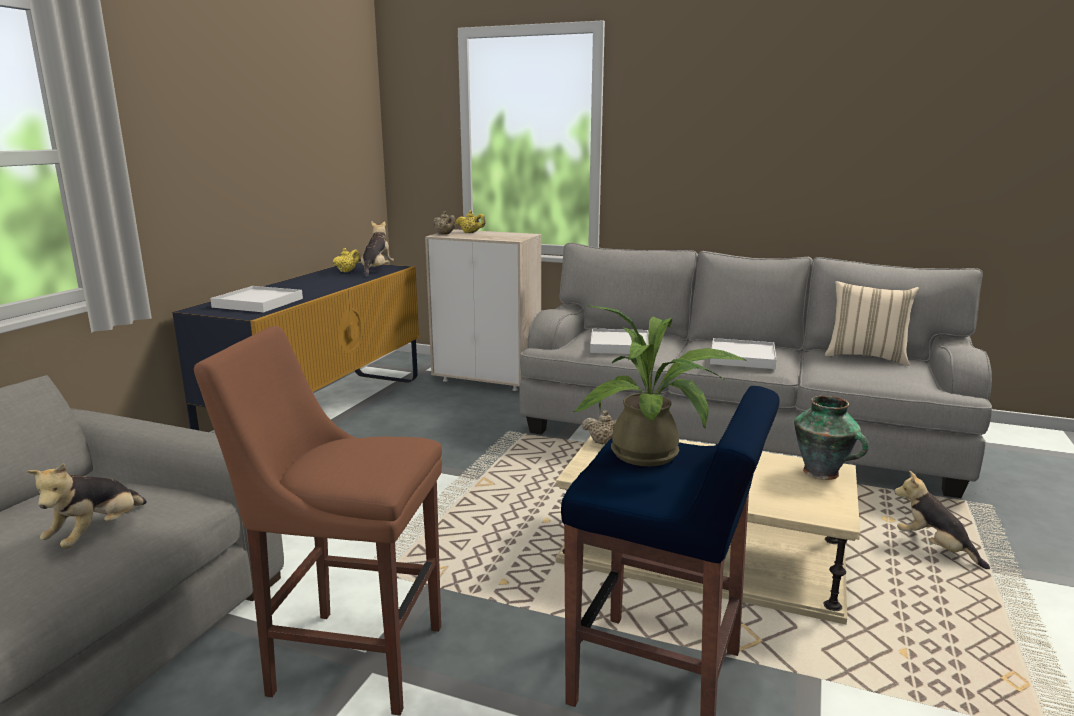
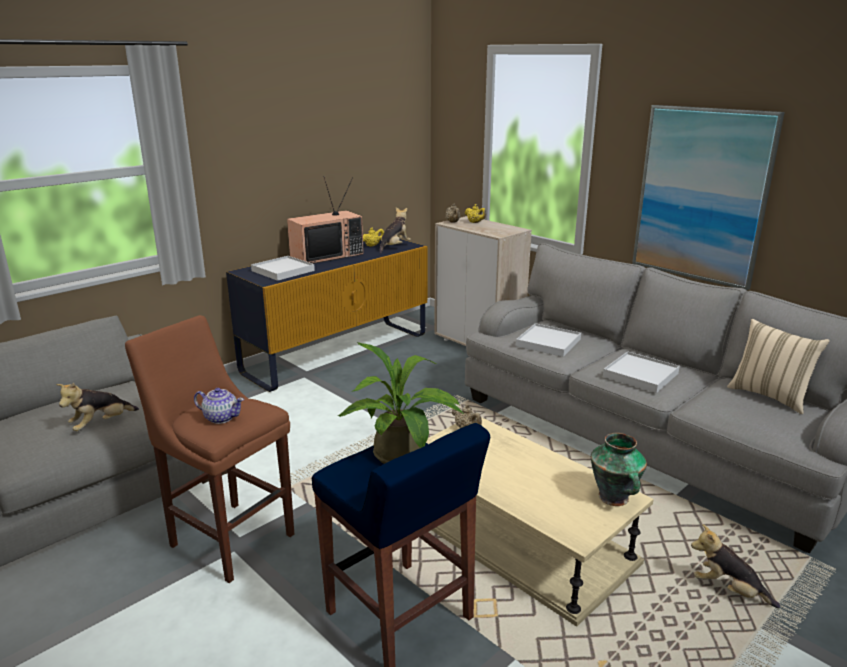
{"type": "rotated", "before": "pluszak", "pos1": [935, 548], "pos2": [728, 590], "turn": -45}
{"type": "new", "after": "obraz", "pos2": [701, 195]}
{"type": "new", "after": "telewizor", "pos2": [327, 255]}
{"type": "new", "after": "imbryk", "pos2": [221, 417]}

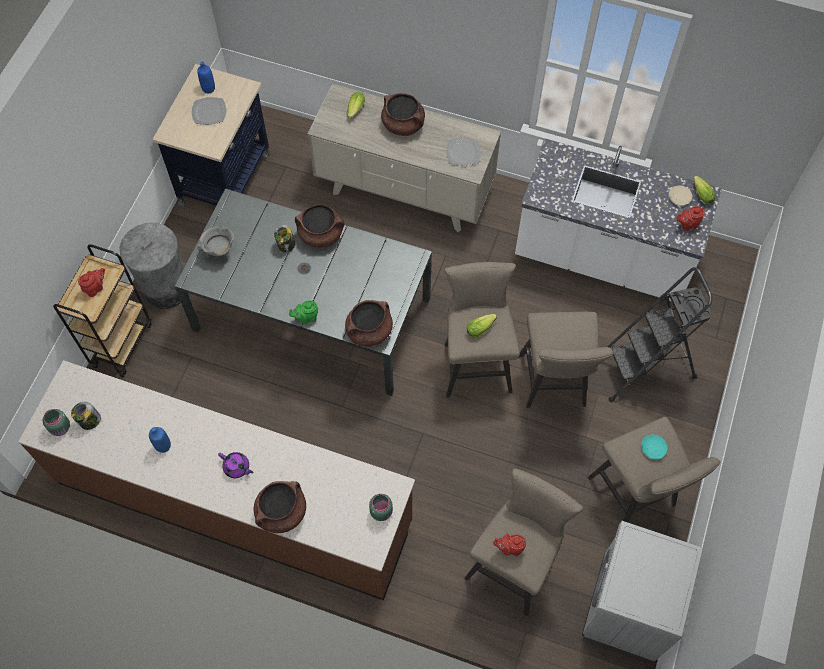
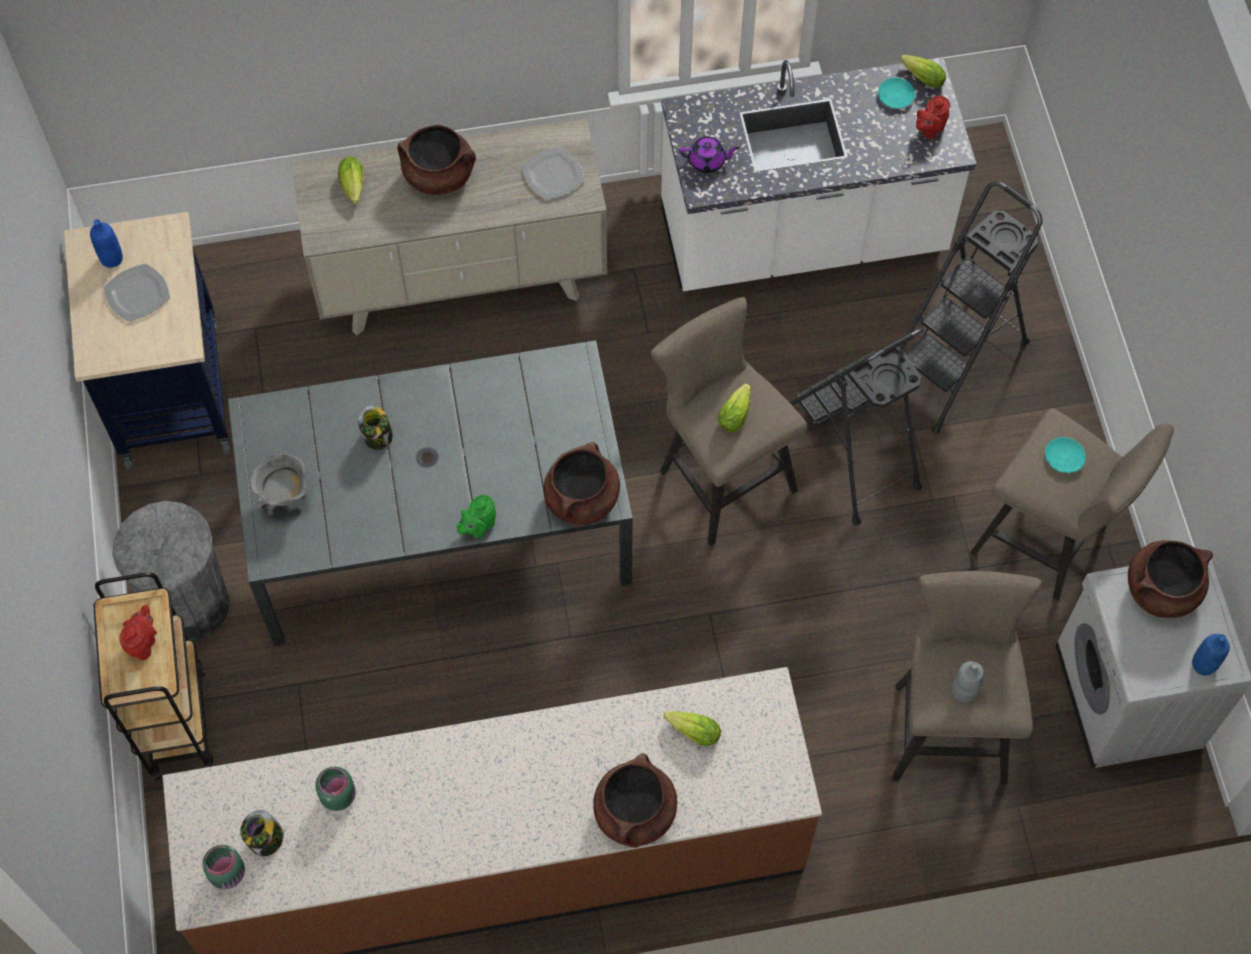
{"type": "repainted", "before": "talerz/beżowy", "after": "talerz/turkusowy", "pos1": [679, 197], "pos2": [895, 97]}
{"type": "shifted", "before": "garnek/brązowy", "pos1": [321, 234], "pos2": [1161, 589]}
{"type": "swapped", "before": "stołek/beżowy", "after": "drabinka", "pos1": [554, 385], "pos2": [847, 451]}
{"type": "shifted", "before": "butelka/niebieski", "pos1": [163, 446], "pos2": [1203, 664]}
{"type": "shifted", "before": "imbryk/fioletowy", "pos1": [237, 467], "pos2": [707, 161]}
{"type": "shifted", "before": "słoik/zielony", "pos1": [382, 511], "pos2": [339, 795]}
{"type": "swapped", "before": "imbryk/czerwony", "after": "butelka/szary", "pos1": [509, 548], "pos2": [963, 691]}
{"type": "new", "after": "sałata", "pos2": [691, 730]}

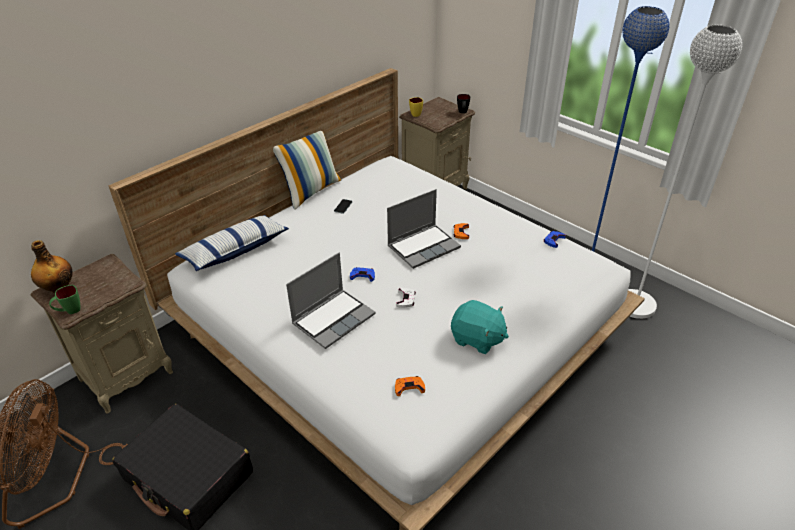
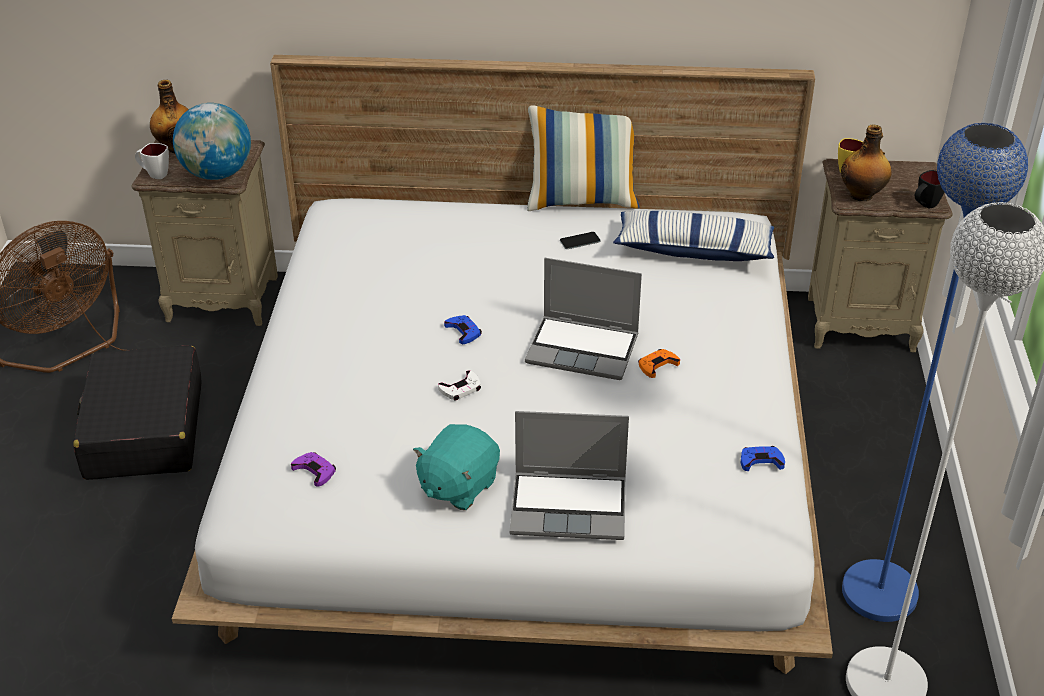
{"type": "shifted", "before": "poduszka", "pos1": [234, 251], "pos2": [693, 250]}
{"type": "shifted", "before": "laptop", "pos1": [333, 318], "pos2": [570, 506]}
{"type": "repainted", "before": "kubek/zielony", "after": "kubek/biały", "pos1": [69, 311], "pos2": [154, 174]}
{"type": "rotated", "before": "pluszak/turkusowy", "pos1": [477, 339], "pos2": [457, 485], "turn": 45}
{"type": "repainted", "before": "pad do gier/pomarańczowy", "after": "pad do gier/fioletowy", "pos1": [409, 387], "pos2": [315, 471]}
{"type": "new", "after": "globus", "pos2": [217, 174]}
{"type": "new", "after": "butelka", "pos2": [862, 195]}

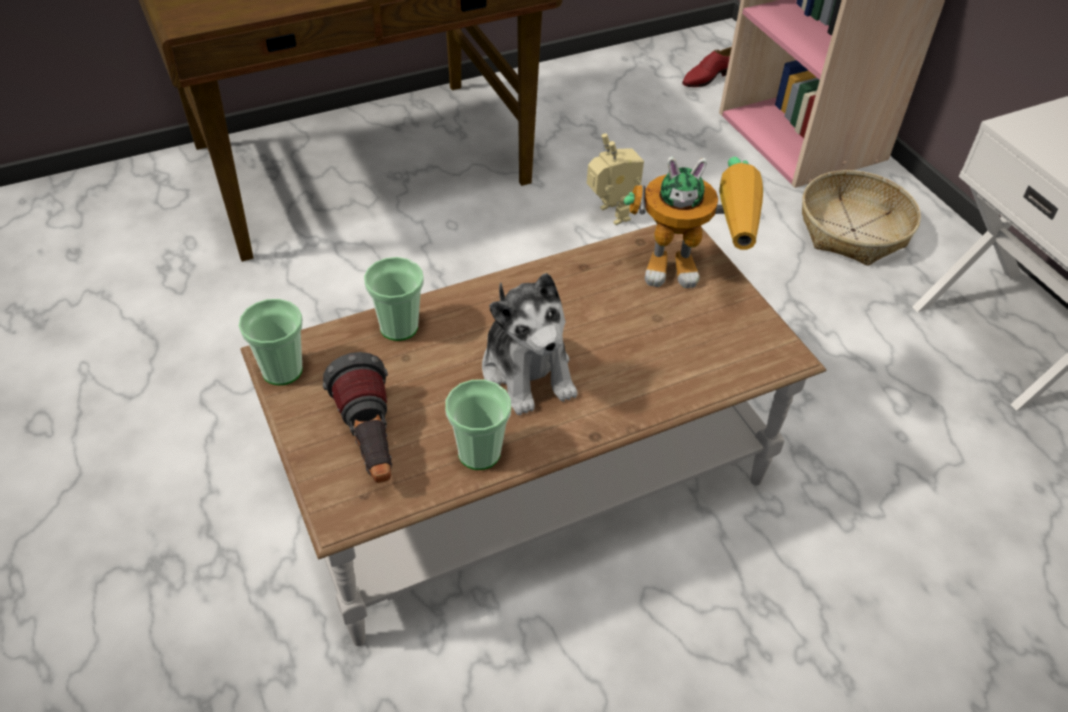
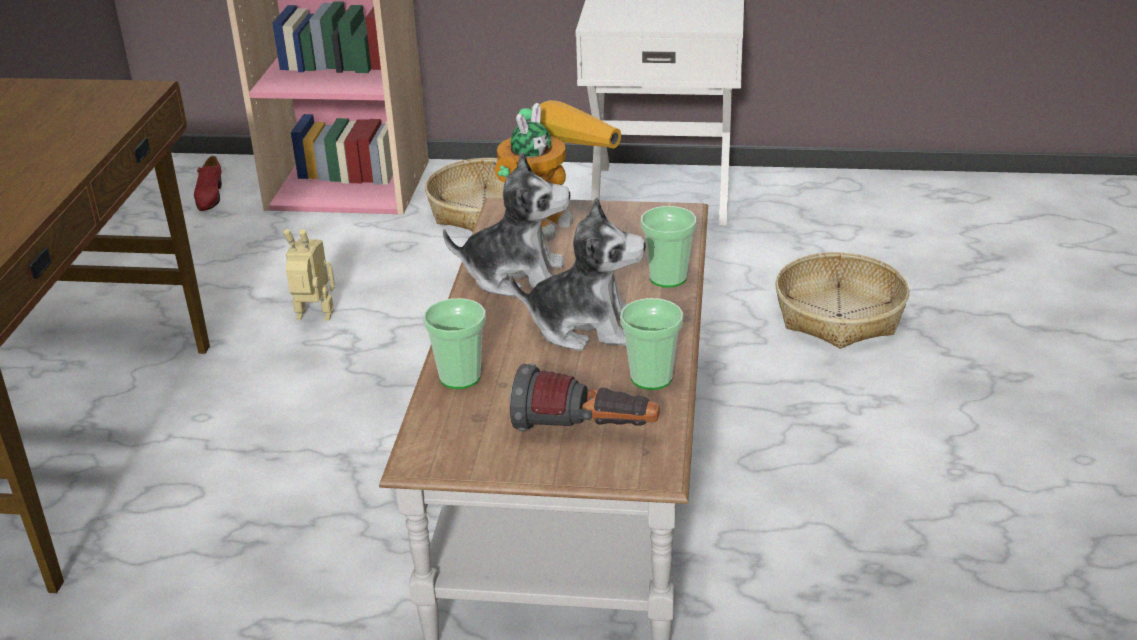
{"type": "shifted", "before": "filiżanka", "pos1": [282, 370], "pos2": [668, 278]}
{"type": "new", "after": "pluszak", "pos2": [515, 275]}
{"type": "new", "after": "koszyk", "pos2": [839, 315]}

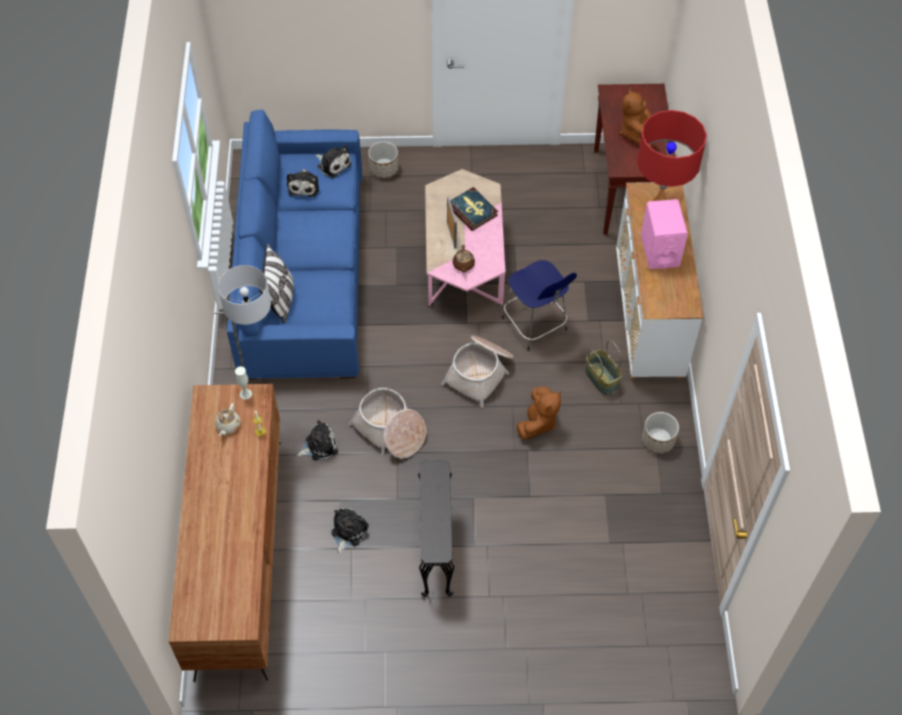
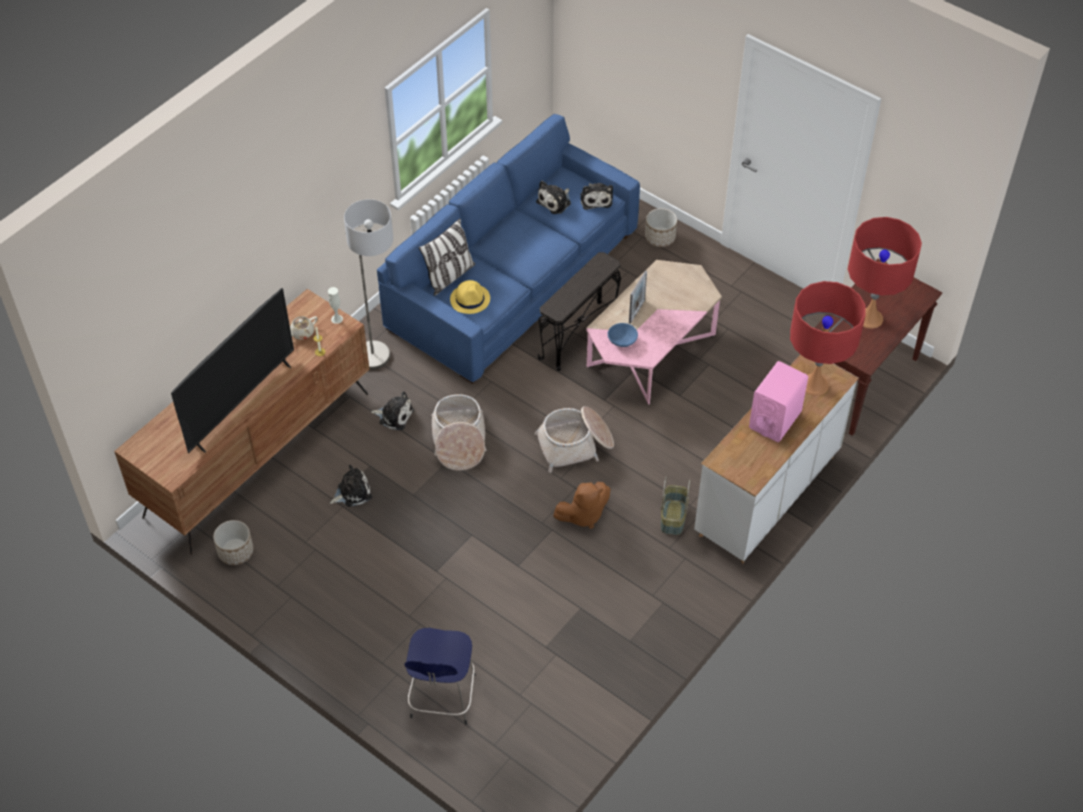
{"type": "swapped", "before": "pluszak/brązowy", "after": "lampa stołowa/czerwony", "pos1": [636, 133], "pos2": [869, 318]}
{"type": "gone", "before": "książka", "pos1": [472, 210]}
{"type": "swapped", "before": "imbryk/brązowy", "after": "miska/niebieski", "pos1": [463, 265], "pos2": [622, 340]}
{"type": "shifted", "before": "stołek/niebieski", "pos1": [535, 326], "pos2": [442, 698]}
{"type": "shifted", "before": "donica", "pos1": [657, 440], "pos2": [235, 551]}
{"type": "shifted", "before": "stolik/czarny", "pos1": [436, 547], "pos2": [578, 336]}
{"type": "new", "after": "kapelusz/żółty", "pos2": [470, 299]}
{"type": "new", "after": "telewizor", "pos2": [241, 404]}

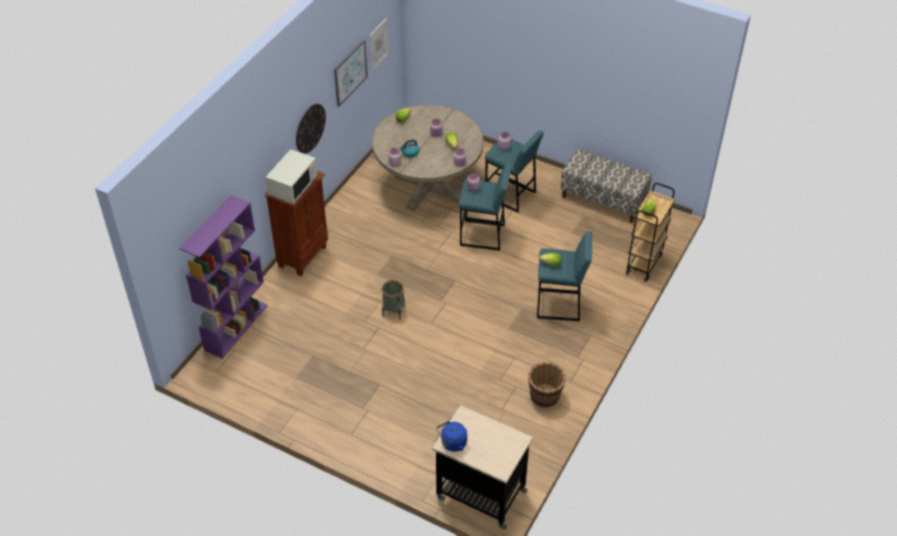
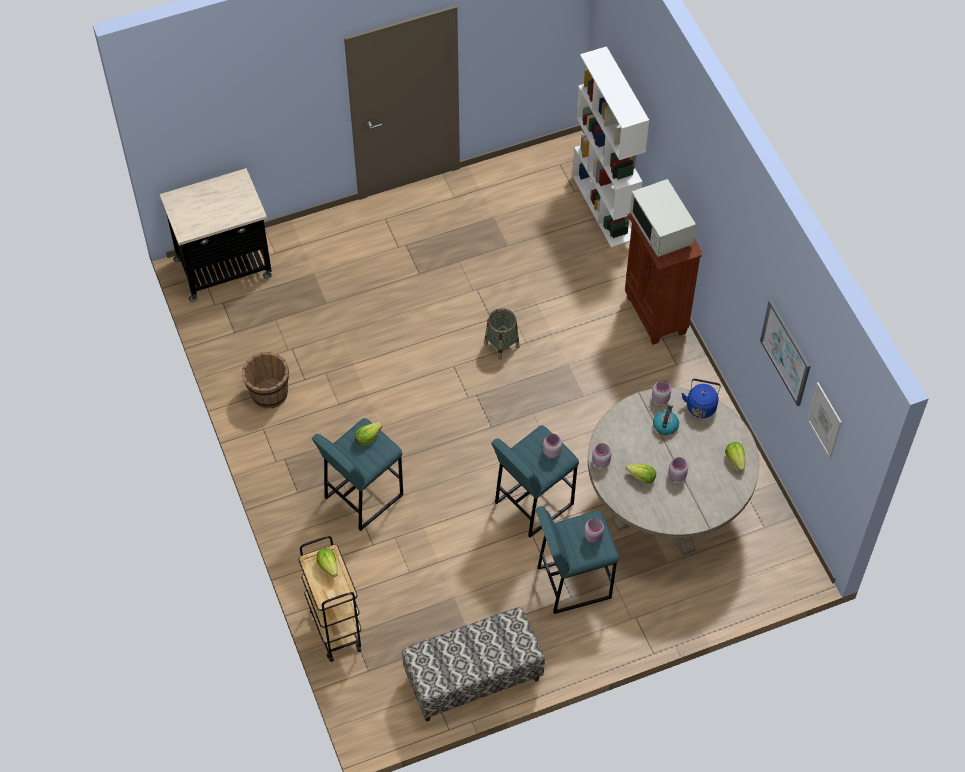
{"type": "gone", "before": "zegar ścienny", "pos1": [310, 128]}
{"type": "repainted", "before": "regał/fioletowy", "after": "regał/biały", "pos1": [236, 327], "pos2": [604, 207]}
{"type": "shifted", "before": "czajnik/niebieski", "pos1": [452, 444], "pos2": [701, 405]}

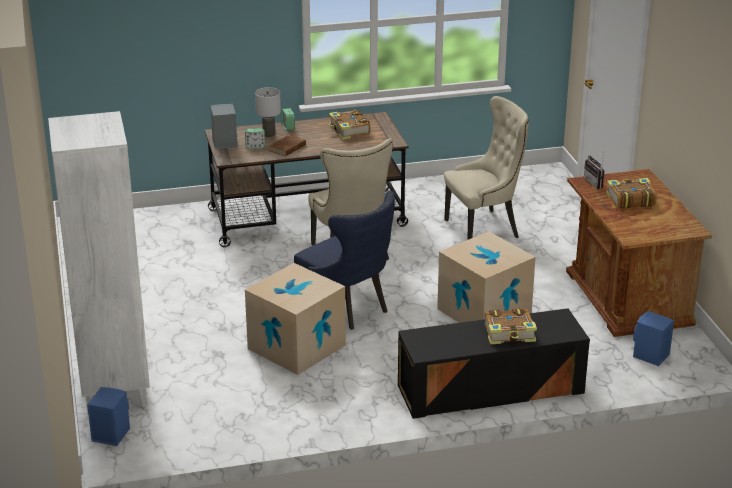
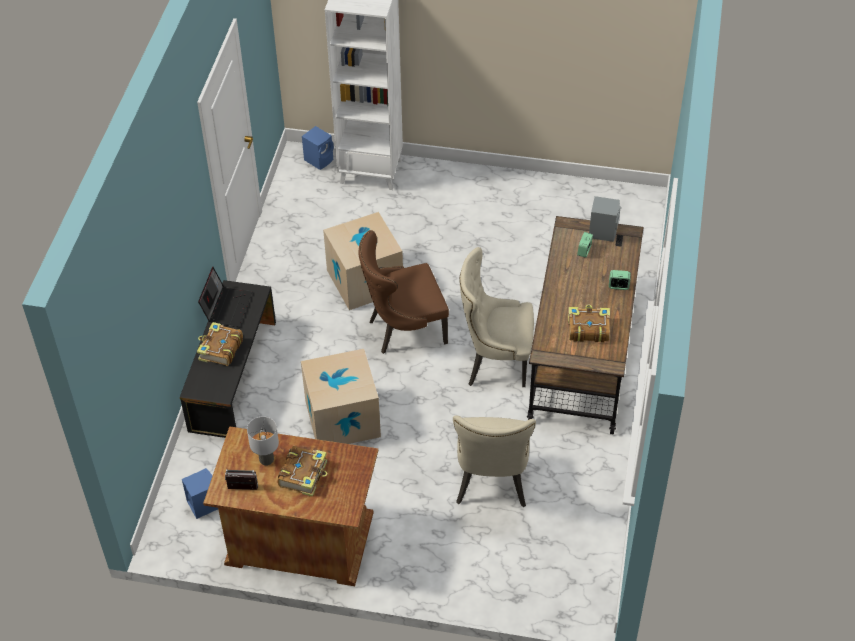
{"type": "shifted", "before": "lampa stołowa/biały", "pos1": [269, 134], "pos2": [266, 461]}
{"type": "gone", "before": "książka/brązowy", "pos1": [287, 148]}
{"type": "shifted", "before": "radio", "pos1": [596, 183], "pos2": [242, 490]}
{"type": "repainted", "before": "krzesło/niebieski", "after": "krzesło/brązowy", "pos1": [347, 308], "pos2": [403, 330]}
{"type": "new", "after": "laptop", "pos2": [227, 306]}

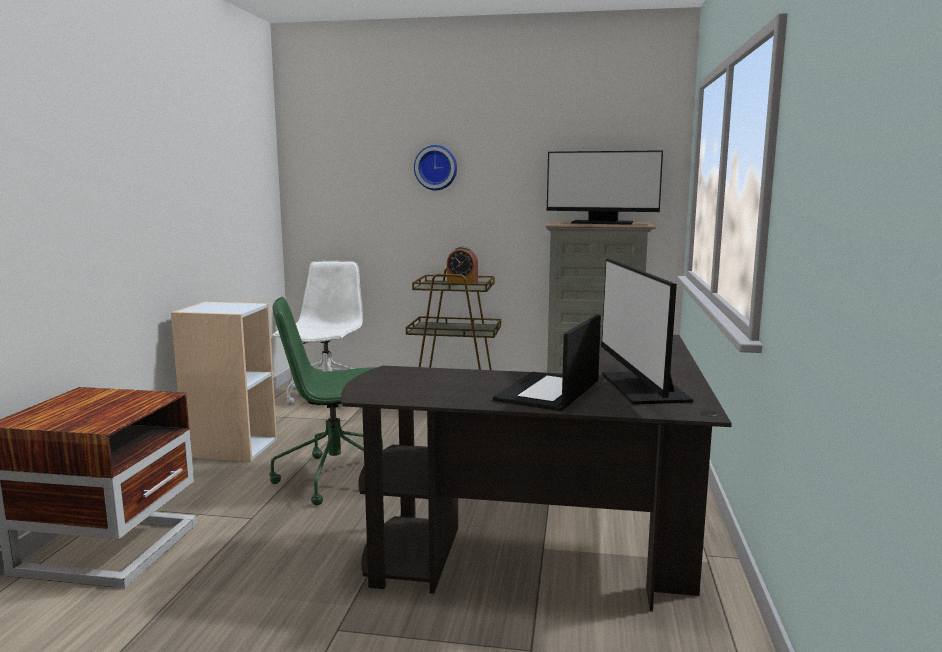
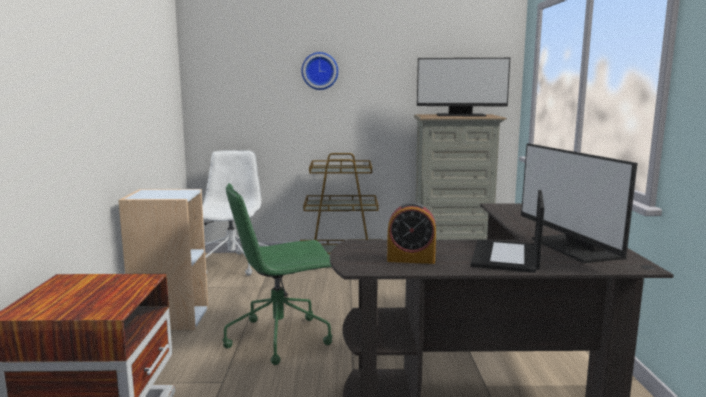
{"type": "shifted", "before": "budzik", "pos1": [462, 283], "pos2": [411, 259]}

